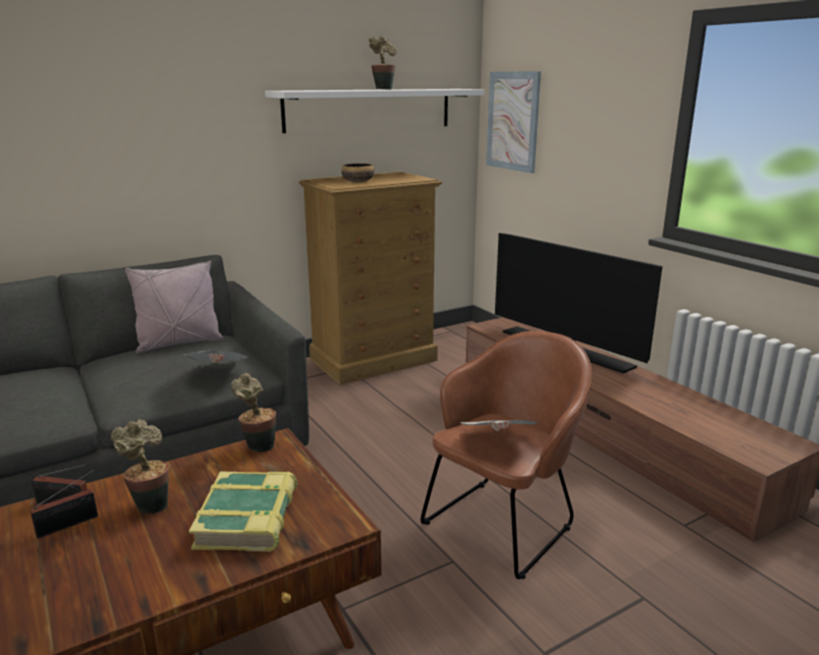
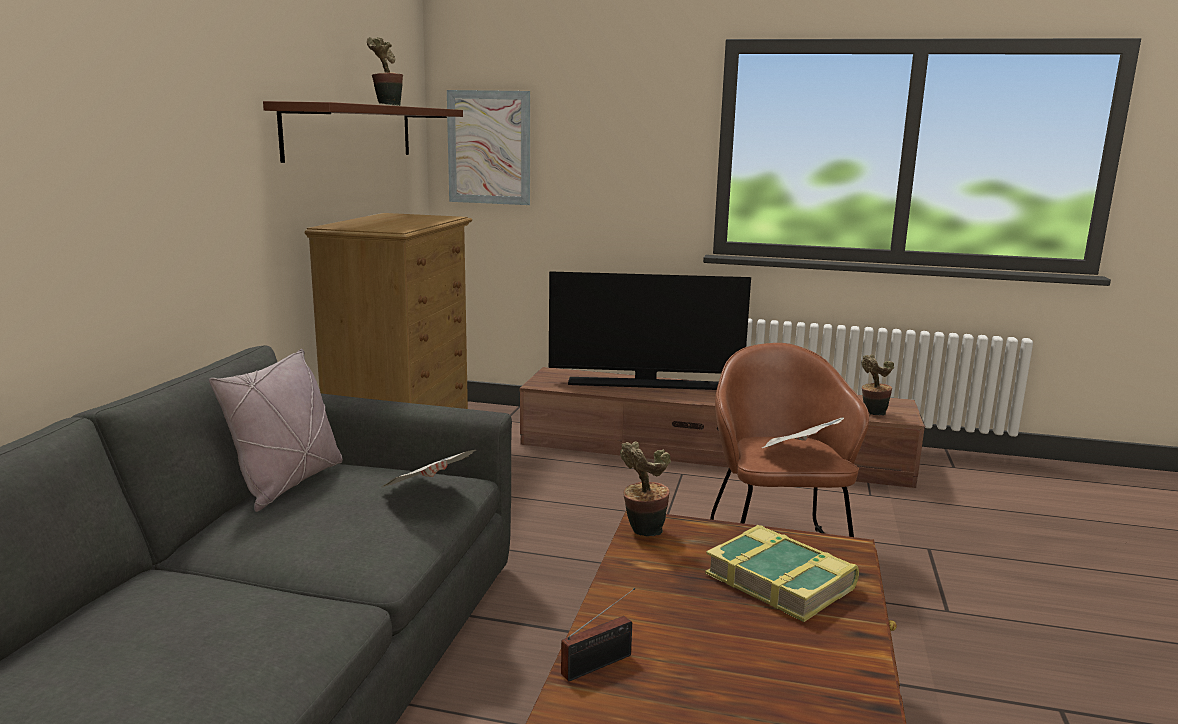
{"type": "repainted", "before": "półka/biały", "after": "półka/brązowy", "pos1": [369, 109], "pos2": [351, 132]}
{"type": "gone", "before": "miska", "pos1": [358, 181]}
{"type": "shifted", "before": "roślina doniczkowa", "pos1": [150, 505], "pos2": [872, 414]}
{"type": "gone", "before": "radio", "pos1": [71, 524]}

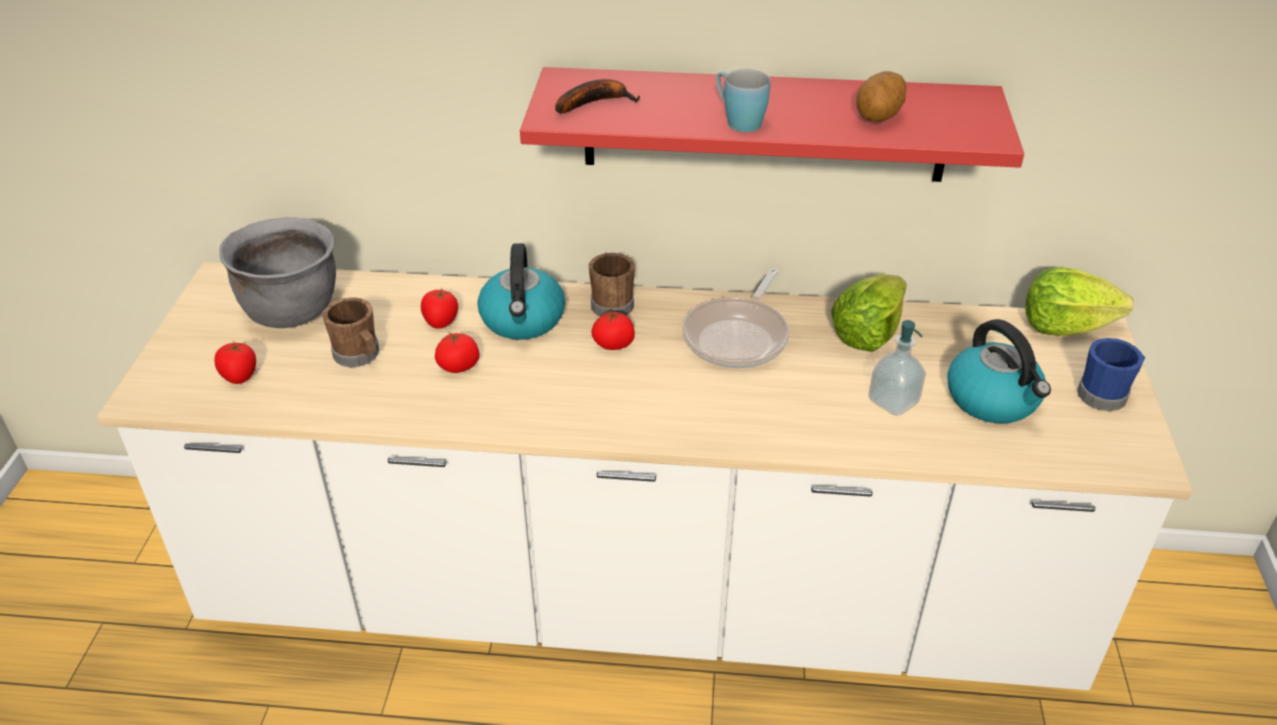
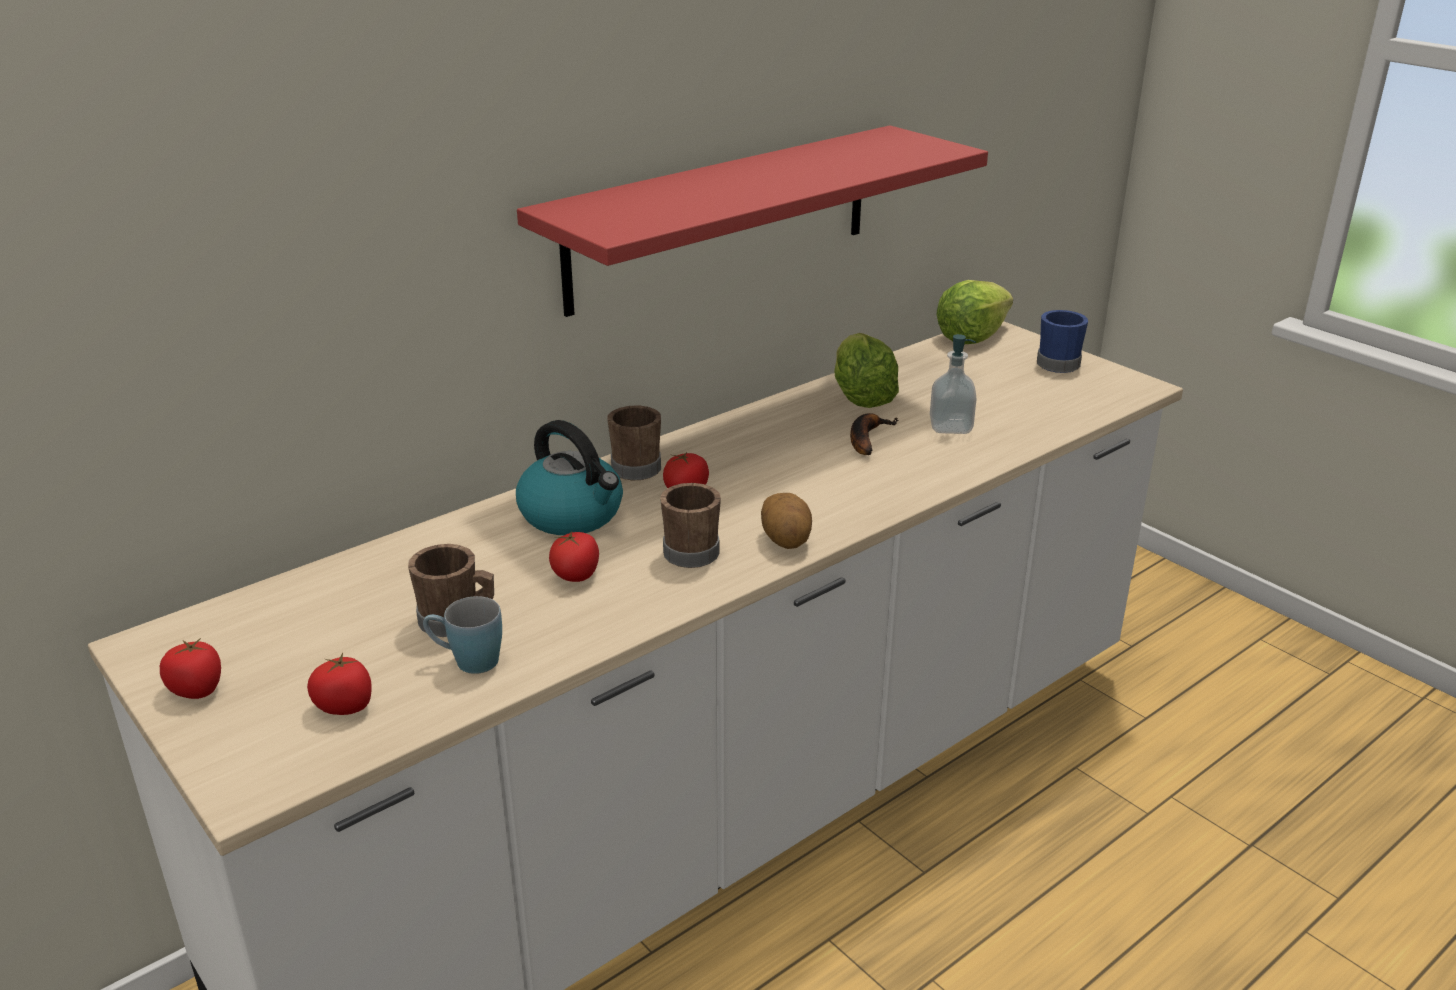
{"type": "shifted", "before": "kubek/niebieski", "pos1": [737, 121], "pos2": [467, 661]}
{"type": "shifted", "before": "ziemniak", "pos1": [879, 117], "pos2": [786, 541]}
{"type": "shifted", "before": "banan", "pos1": [595, 102], "pos2": [866, 438]}
{"type": "gone", "before": "garnek/szary", "pos1": [292, 310]}
{"type": "gone", "before": "patelnia", "pos1": [738, 336]}
{"type": "shifted", "before": "pomidor", "pos1": [440, 321], "pos2": [197, 689]}
{"type": "gone", "before": "czajnik", "pos1": [993, 400]}
{"type": "new", "after": "kubek/brązowy", "pos2": [689, 550]}

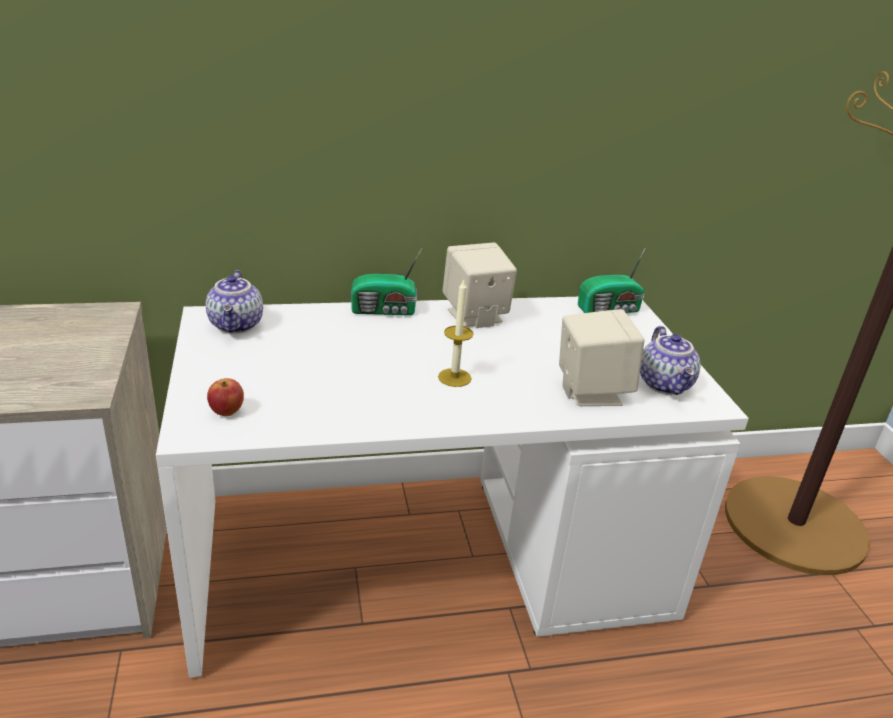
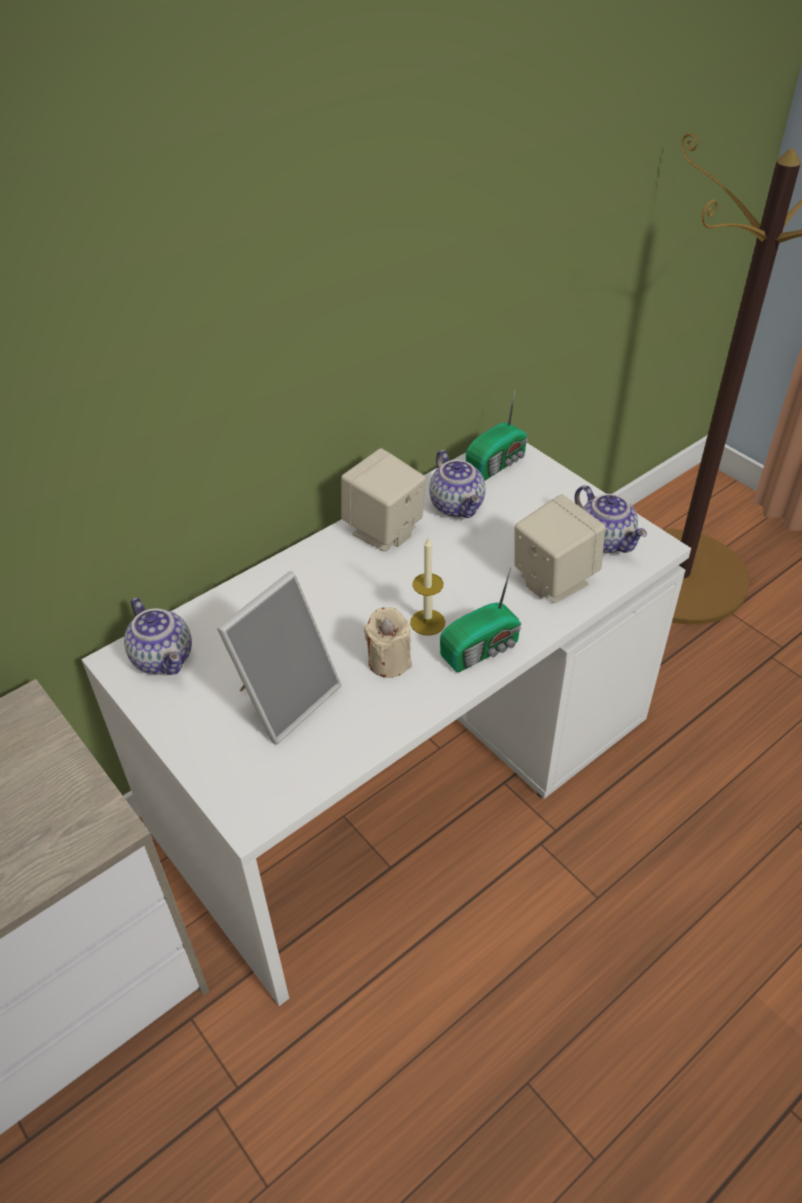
{"type": "shifted", "before": "radio", "pos1": [385, 310], "pos2": [482, 649]}
{"type": "gone", "before": "jabłko", "pos1": [227, 411]}
{"type": "new", "after": "imbryk", "pos2": [458, 506]}
{"type": "new", "after": "ramka na zdjęcie", "pos2": [285, 698]}
{"type": "new", "after": "świeca/beżowy", "pos2": [389, 661]}

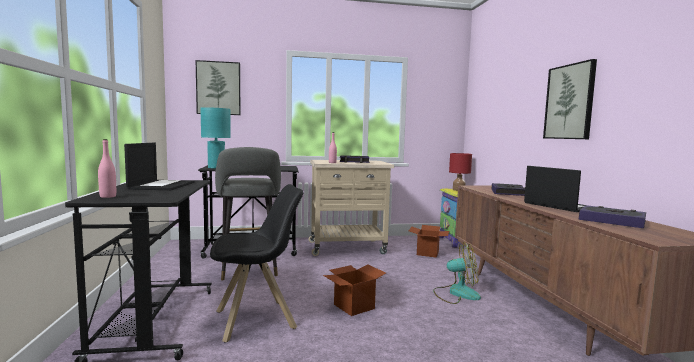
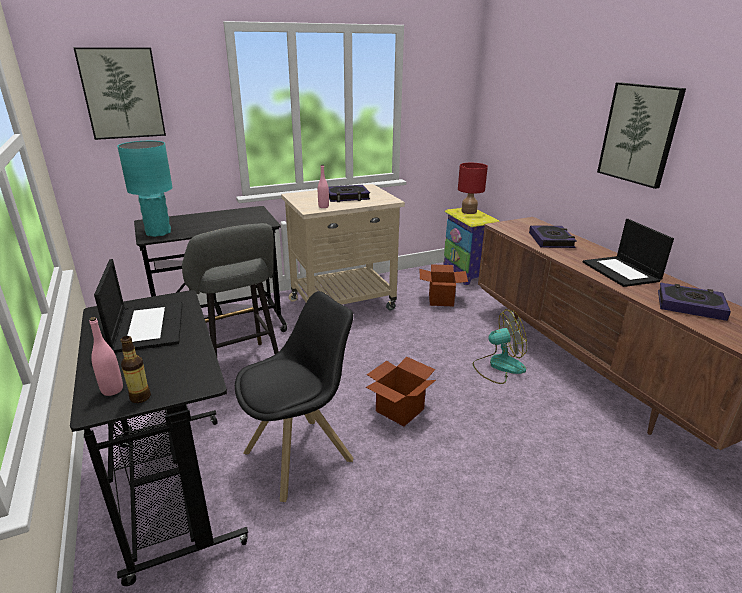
{"type": "rotated", "before": "laptop", "pos1": [558, 206], "pos2": [621, 272], "turn": -150}
{"type": "new", "after": "butelka", "pos2": [140, 397]}

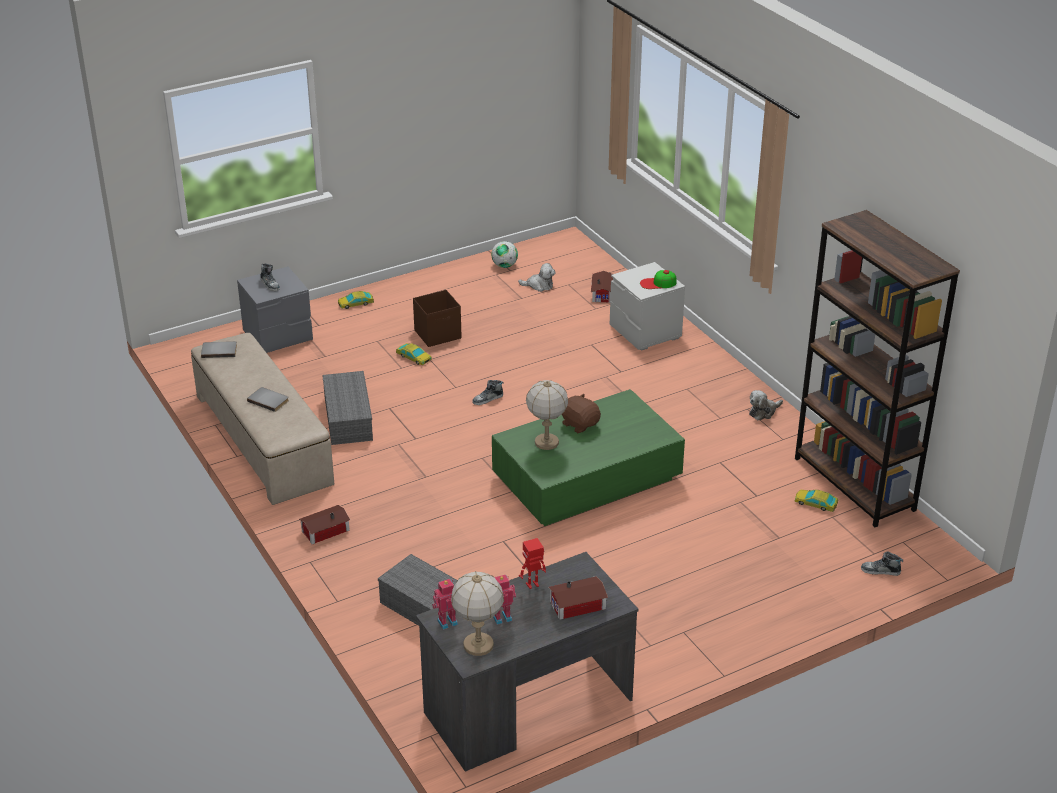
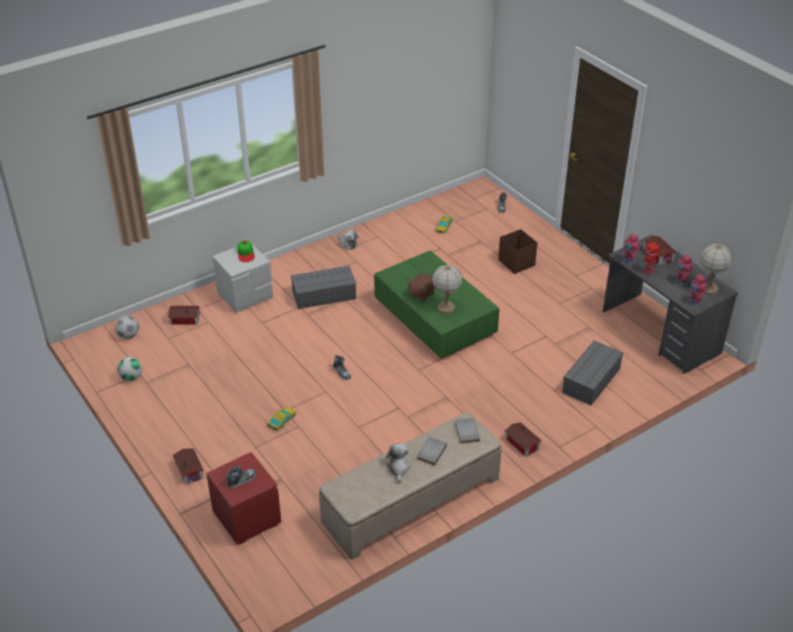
{"type": "gone", "before": "regał/brązowy", "pos1": [854, 484]}
{"type": "shifted", "before": "pluszak", "pos1": [539, 285], "pos2": [398, 468]}
{"type": "repainted", "before": "szafka nocna/szary", "after": "szafka nocna/czerwony", "pos1": [277, 336], "pos2": [245, 518]}
{"type": "shifted", "before": "pojemnik do przechowywania/brązowy", "pos1": [438, 334], "pos2": [516, 262]}
{"type": "swapped", "before": "samochodzik", "after": "domek", "pos1": [356, 303], "pos2": [190, 469]}
{"type": "shifted", "before": "książka/szary", "pos1": [219, 350], "pos2": [466, 432]}
{"type": "shifted", "before": "pojemnik do przechowywania/szary", "pos1": [347, 418], "pos2": [323, 295]}
{"type": "new", "after": "robot zabawkowy", "pos2": [628, 261]}
{"type": "new", "after": "piłka futbolowa", "pos2": [128, 336]}

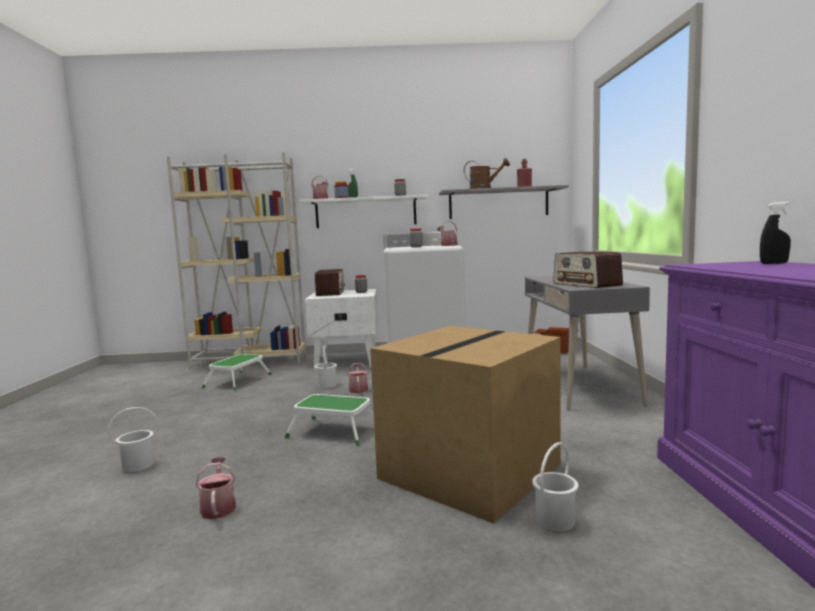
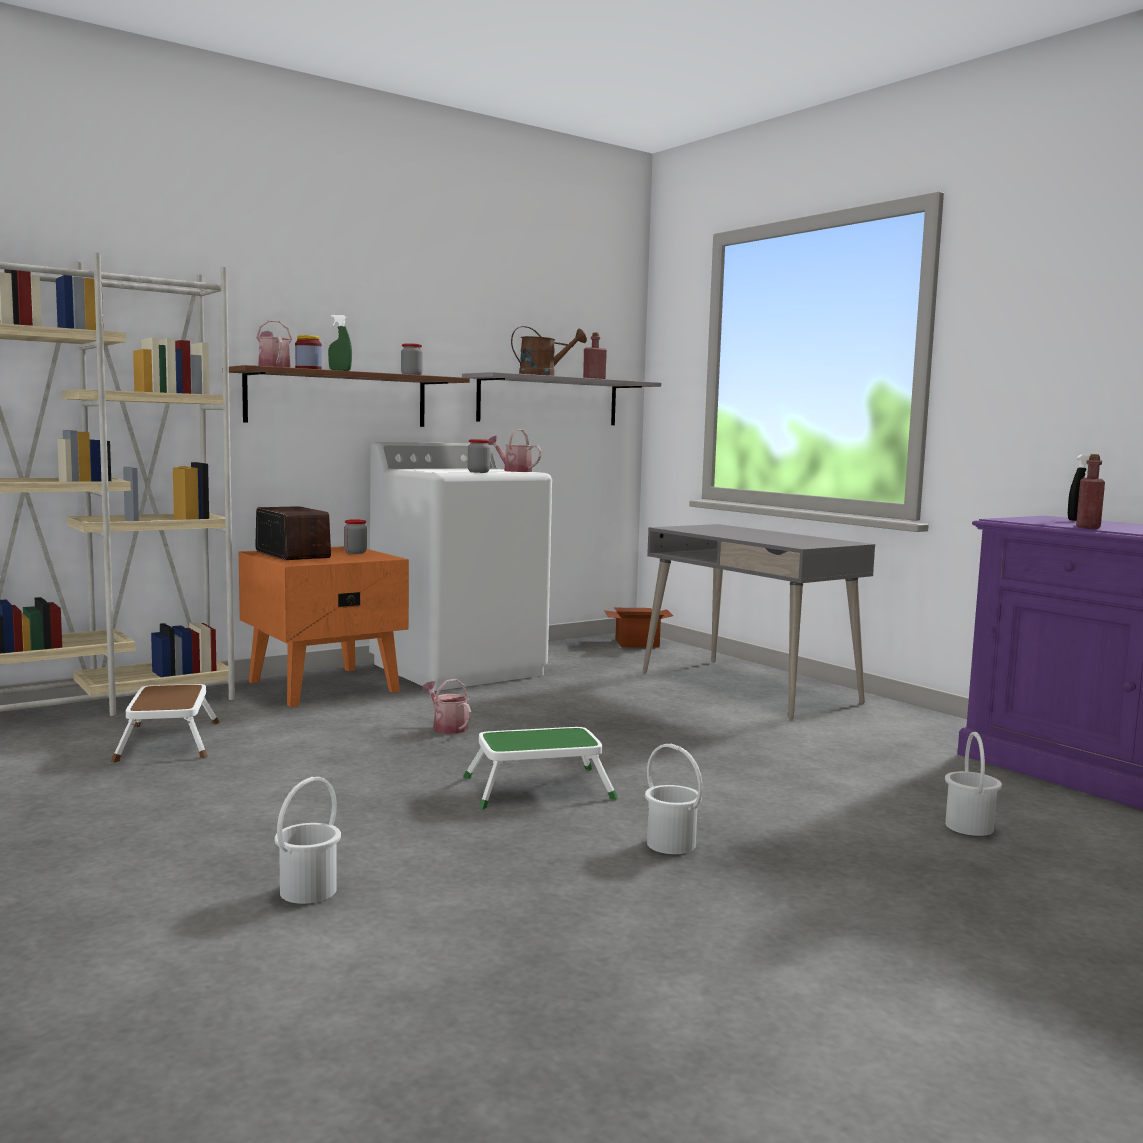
{"type": "repainted", "before": "półka/biały", "after": "półka/brązowy", "pos1": [366, 212], "pos2": [338, 399]}
{"type": "gone", "before": "radio", "pos1": [586, 284]}
{"type": "repainted", "before": "szafka nocna/biały", "after": "szafka nocna/pomarańczowy", "pos1": [347, 361], "pos2": [325, 686]}
{"type": "gone", "before": "karton", "pos1": [470, 472]}
{"type": "shifted", "before": "wiadro/biały", "pos1": [327, 385], "pos2": [671, 844]}
{"type": "repainted", "before": "drabinka/zielony", "after": "drabinka/brązowy", "pos1": [237, 381], "pos2": [167, 741]}
{"type": "gone", "before": "konewka", "pos1": [218, 507]}
{"type": "new", "after": "butelka/czerwony", "pos2": [1088, 527]}

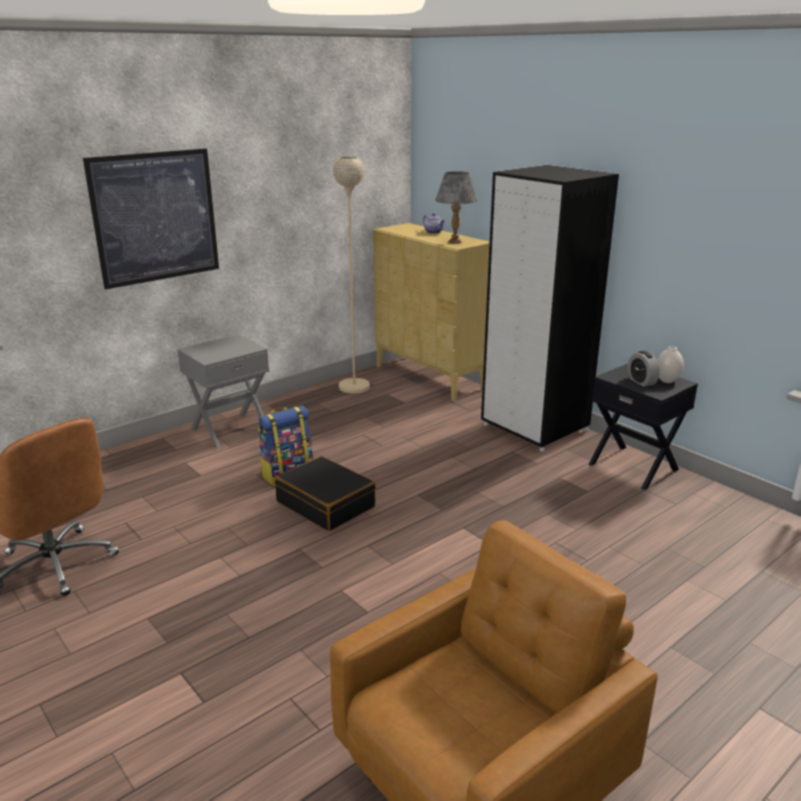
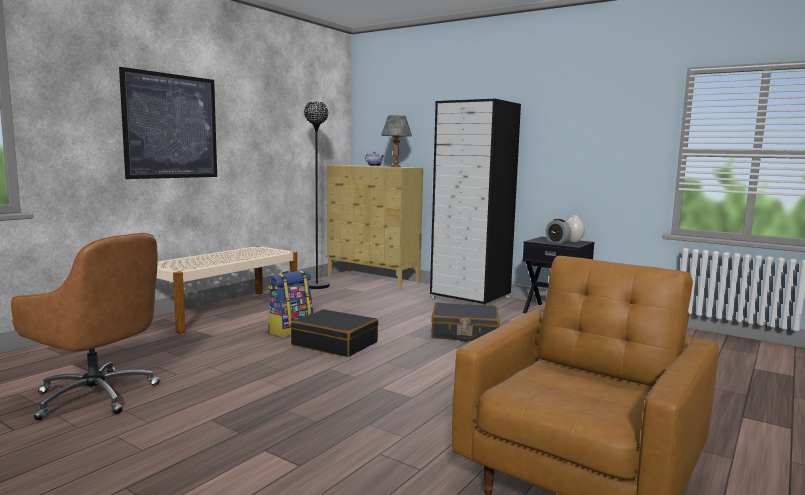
{"type": "repainted", "before": "lampa stojąca/beżowy", "after": "lampa stojąca/czarny", "pos1": [354, 387], "pos2": [316, 286]}
{"type": "swapped", "before": "szafka nocna/szary", "after": "ławka/beżowy", "pos1": [230, 429], "pos2": [224, 310]}
{"type": "new", "after": "walizka/czarny", "pos2": [464, 333]}

